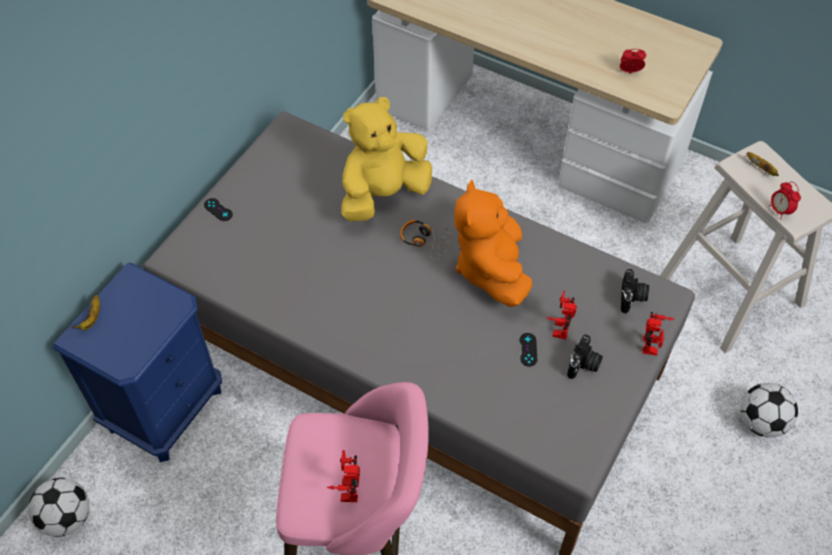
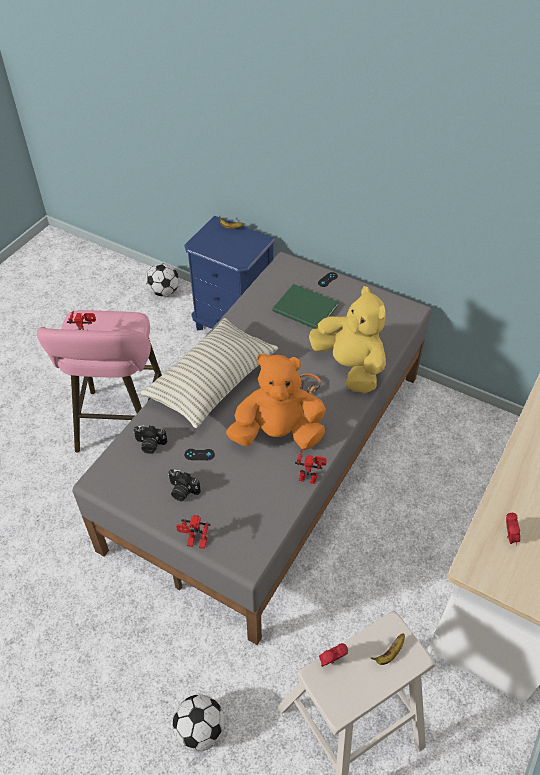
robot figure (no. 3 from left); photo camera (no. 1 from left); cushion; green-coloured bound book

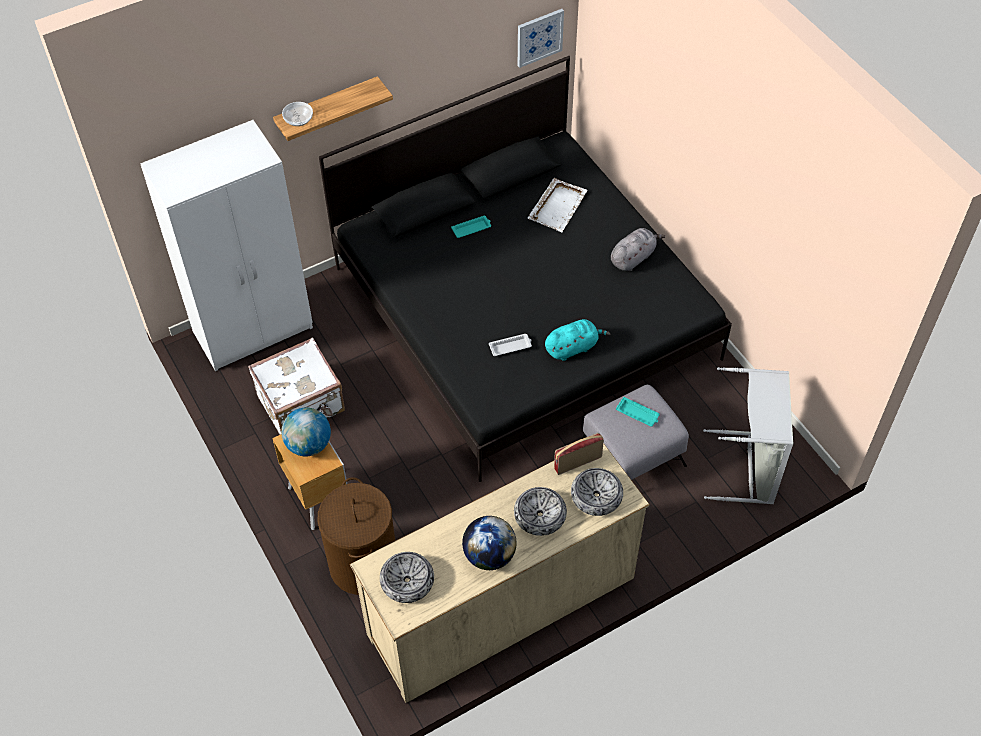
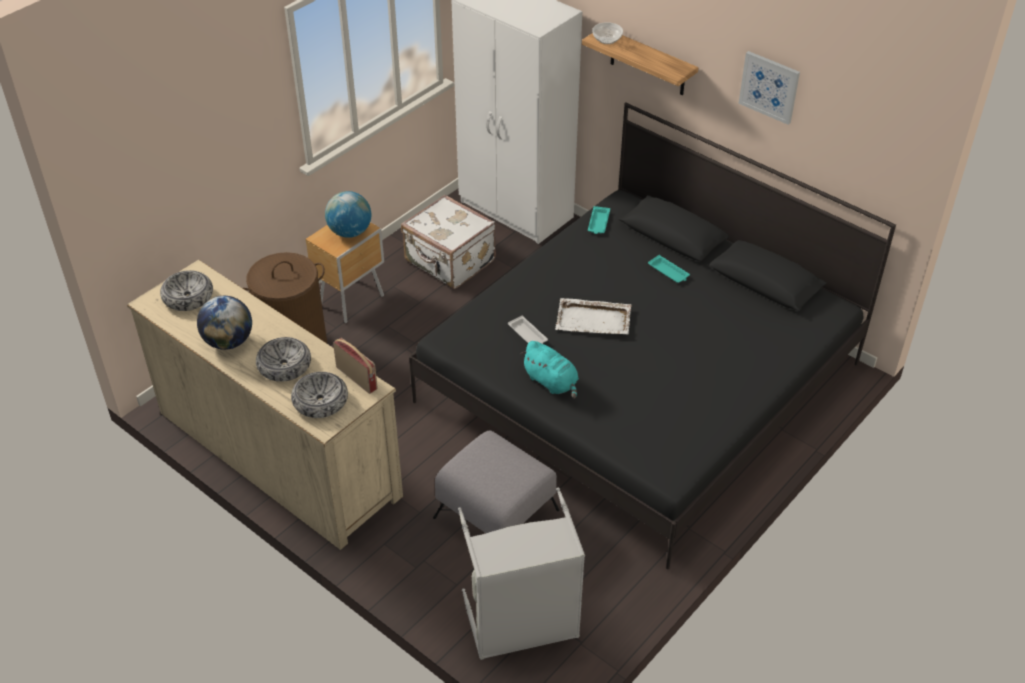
picture; whitish tray (no. 2 from left); gray soft toy; turquoise tray (no. 1 from left)

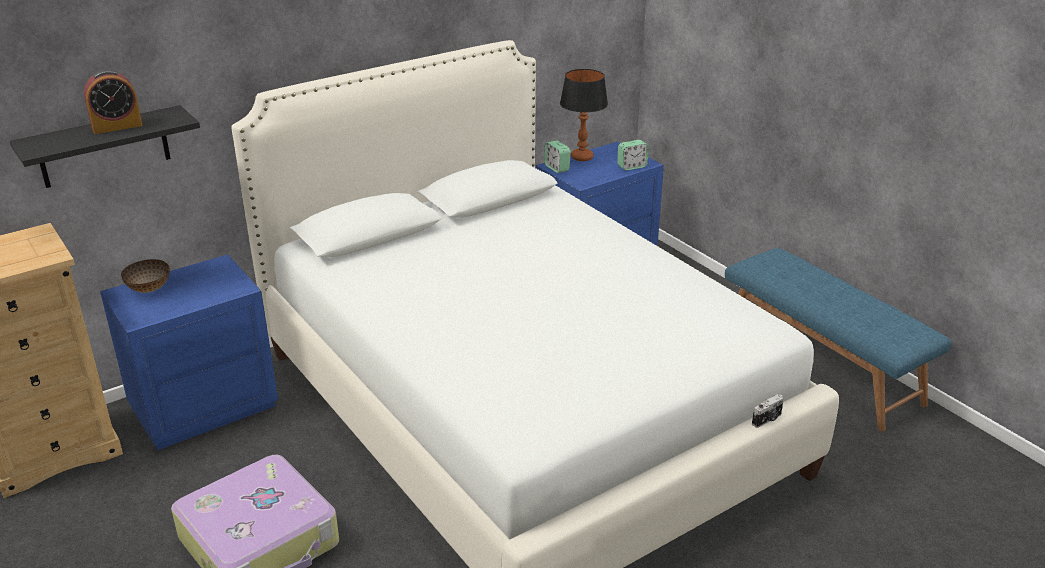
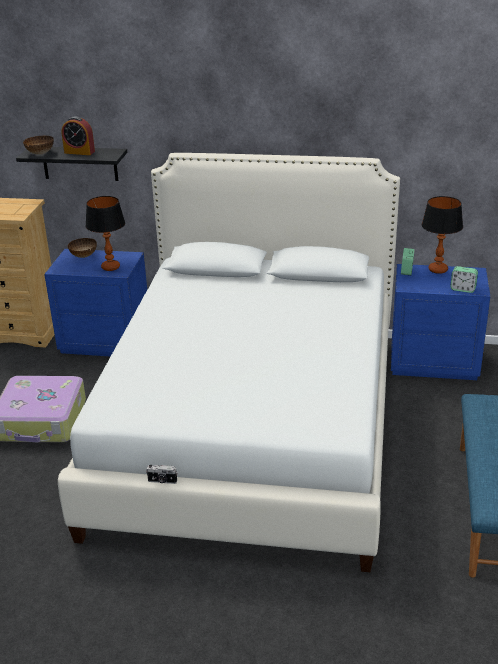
photo camera; deep dish (no. 1 from left); table lamp (no. 1 from left)

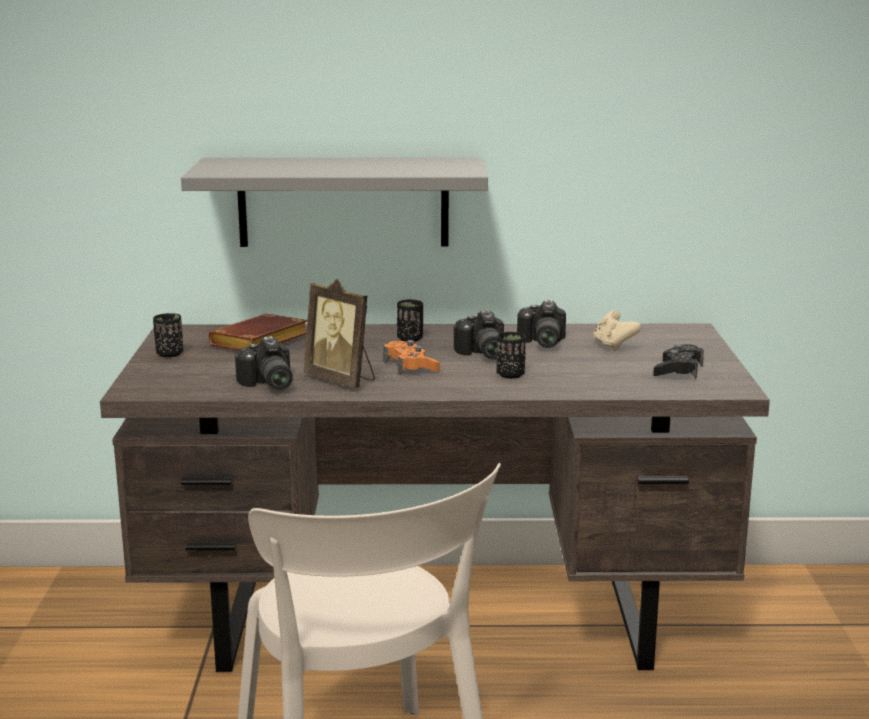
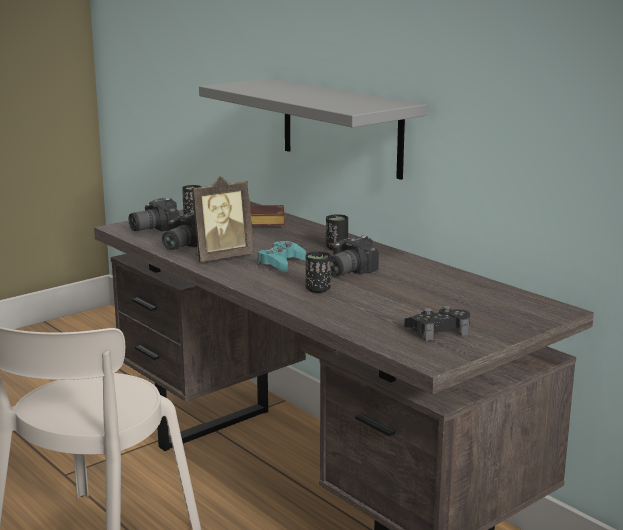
standing frame; turquoise gamepad; photo camera (no. 1 from left); beige-coloured gamepad

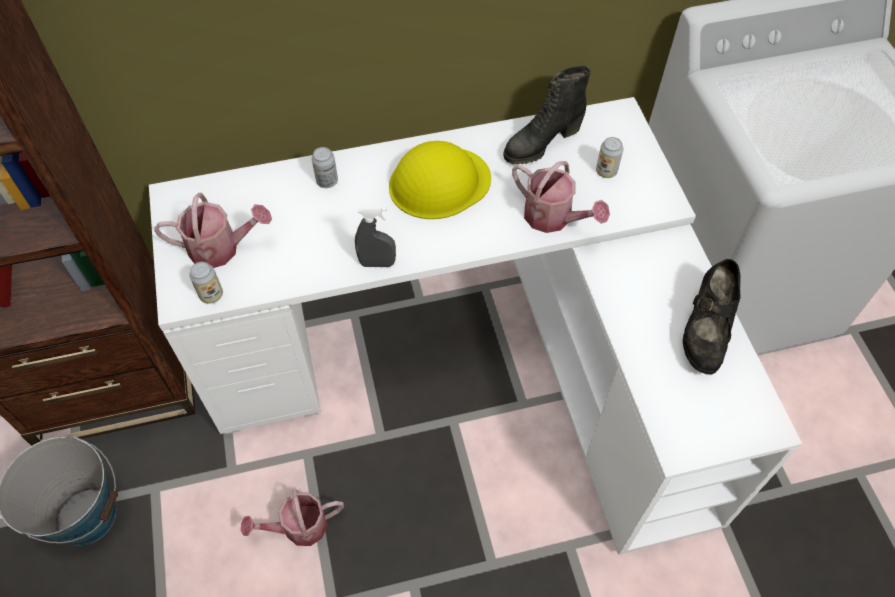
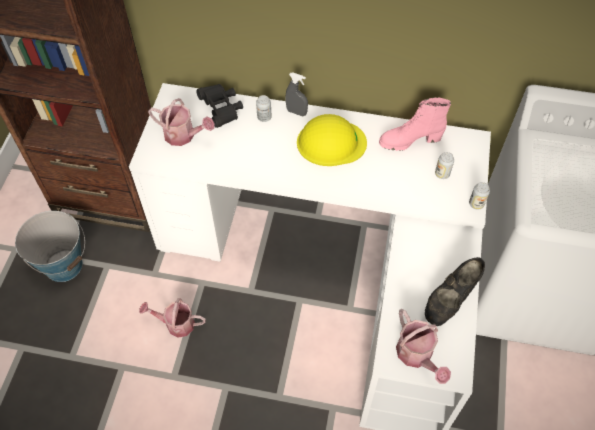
sealed can (no. 3 from left); gray hand sprayer; pink-coloured high-top boot; watering can (no. 3 from left); black-coloured binoculars

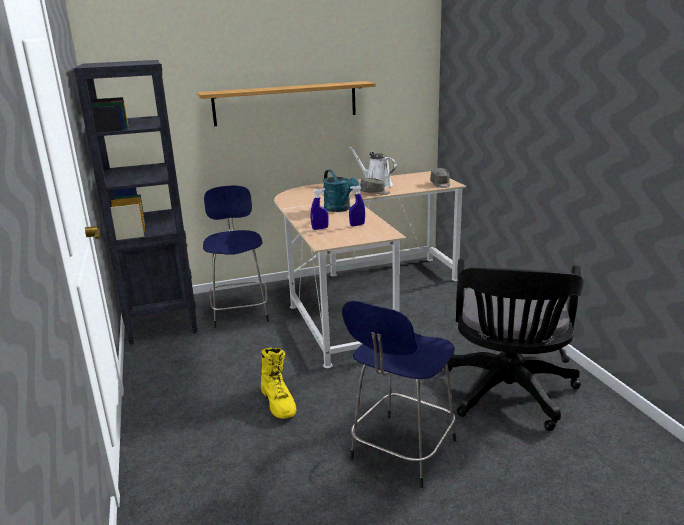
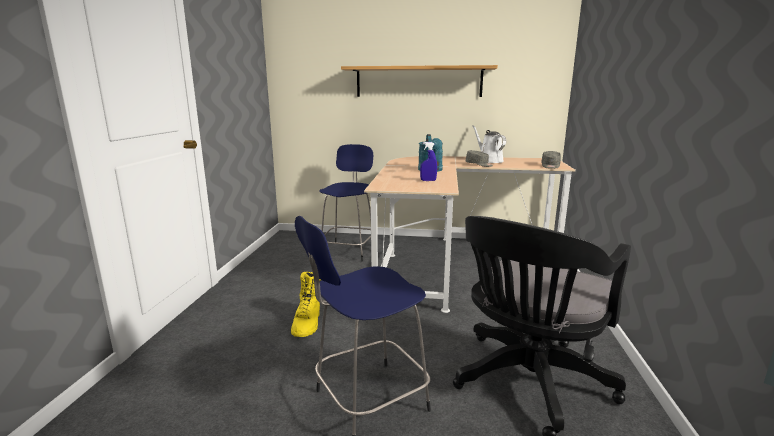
black-coloured shelving unit; blue-coloured hand sprayer (no. 1 from left in the first image)

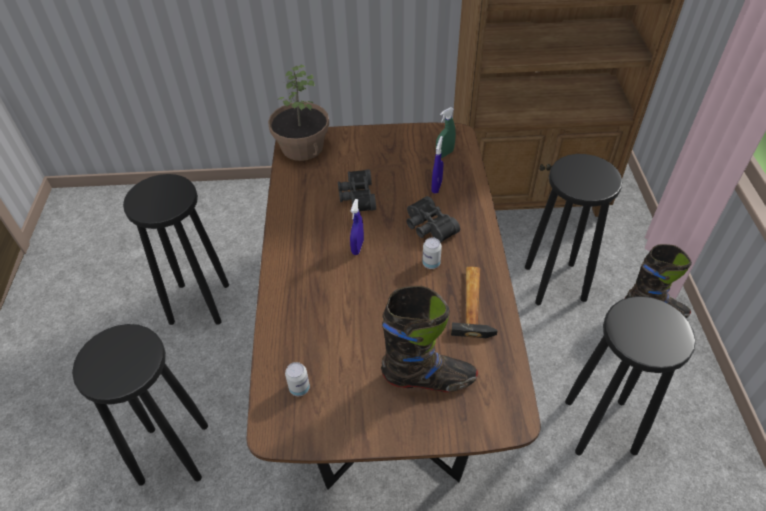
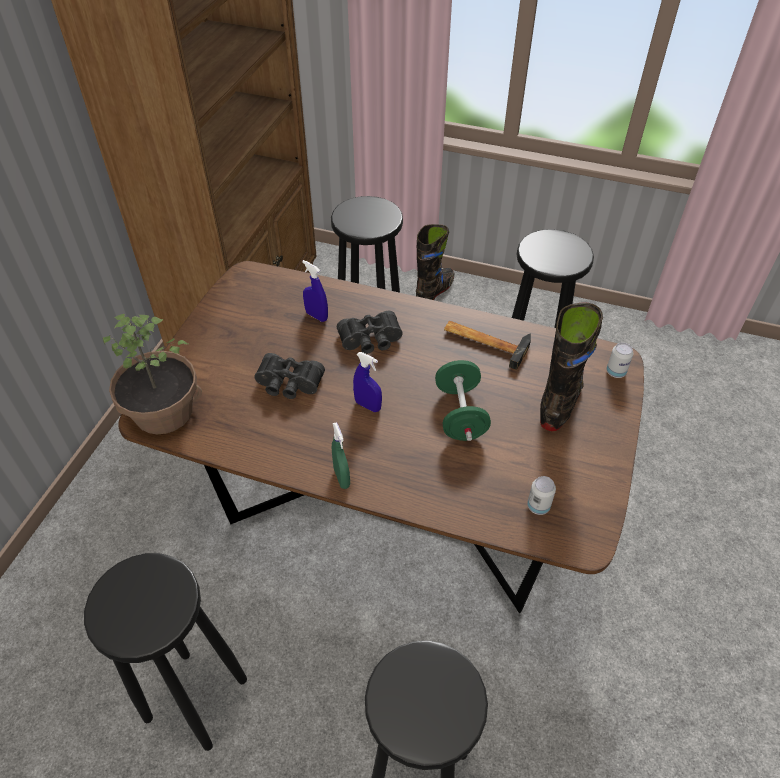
sealed can (no. 2 from left); green-coloured hand sprayer; green-coloured hand weight

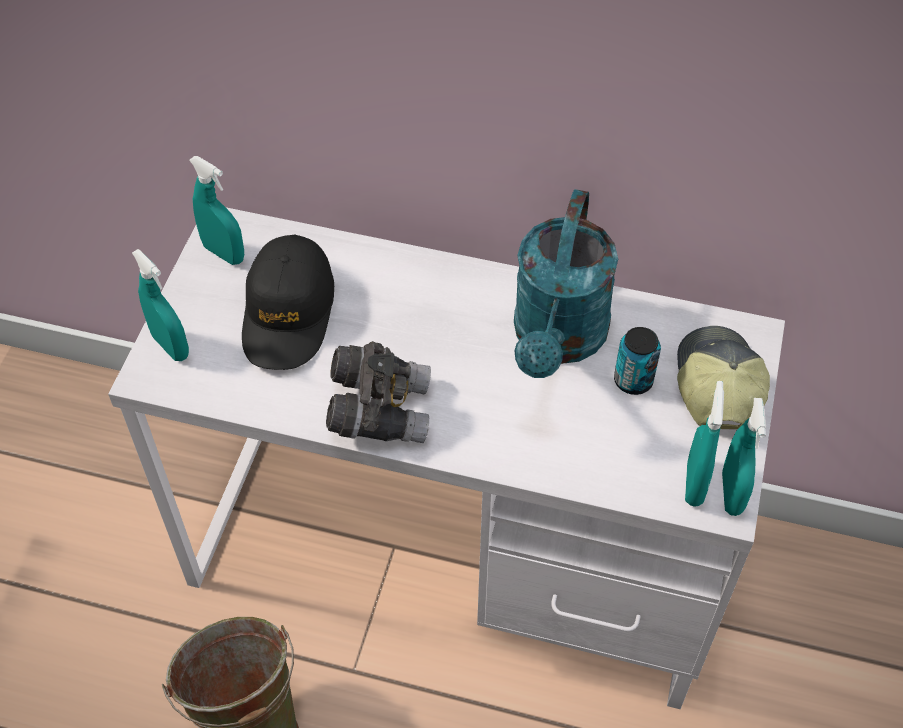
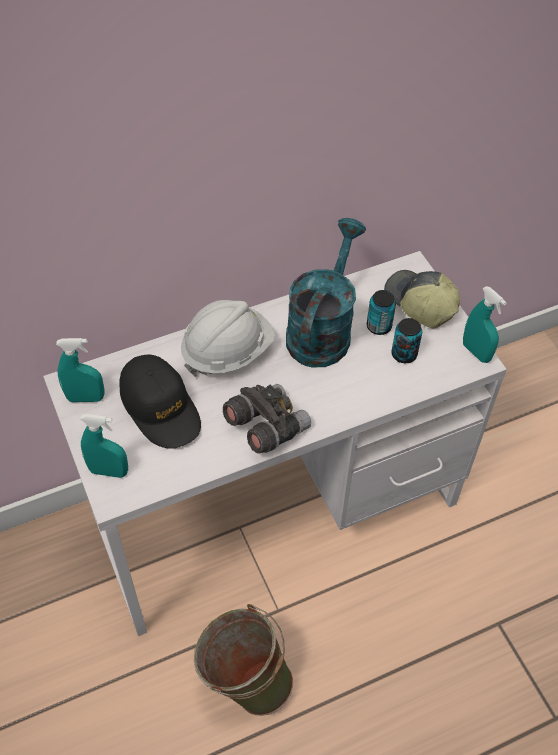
turquoise watering can; turquoise hand sprayer (no. 3 from left in the first image); whitish hard hat; sealed can (no. 2 from left)

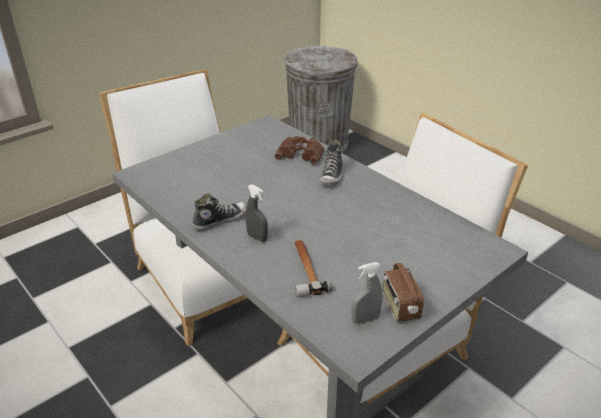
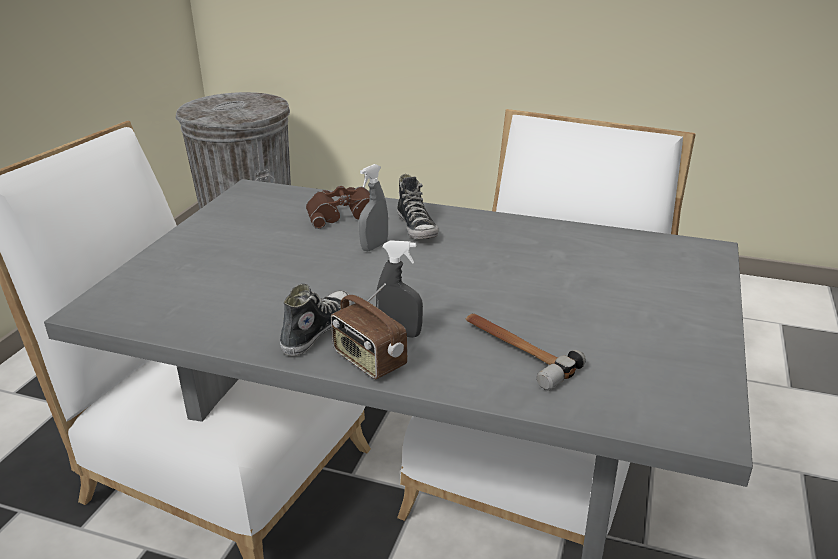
gray hand sprayer (no. 1 from left); radio

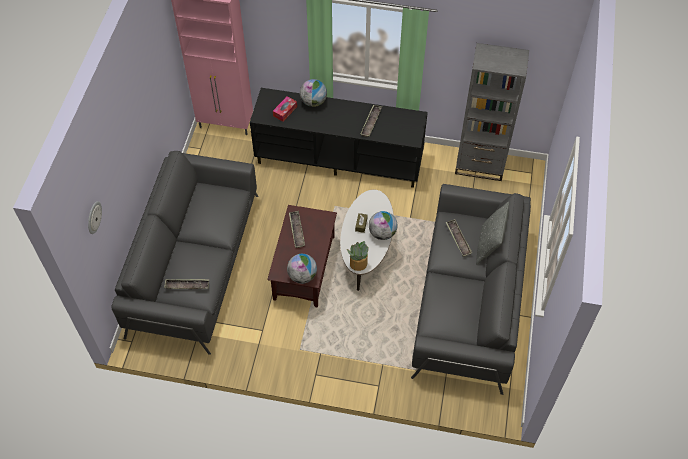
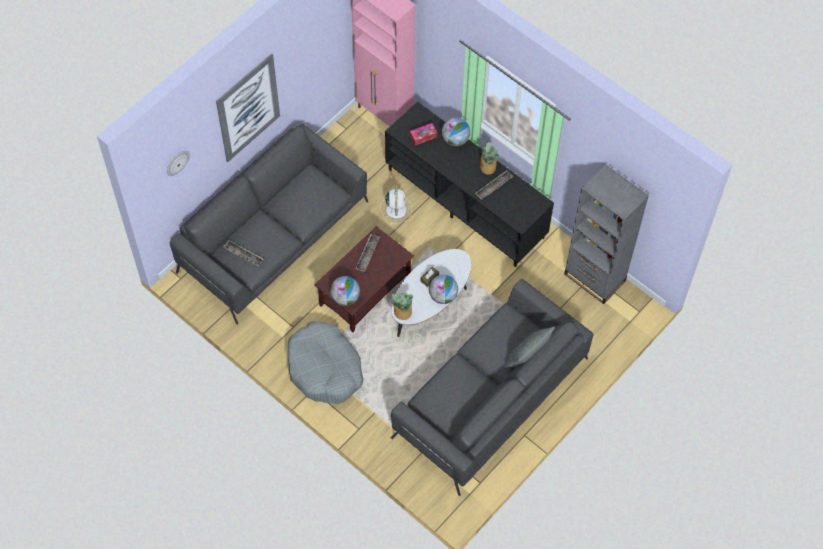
tray (no. 4 from left in the first image); picture; gray dog cushion; whitish fan; plant in a pot (no. 2 from left)

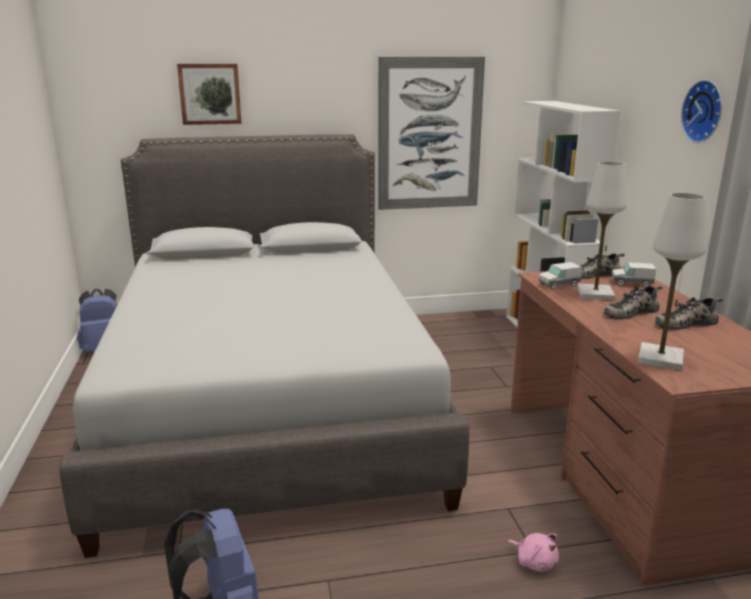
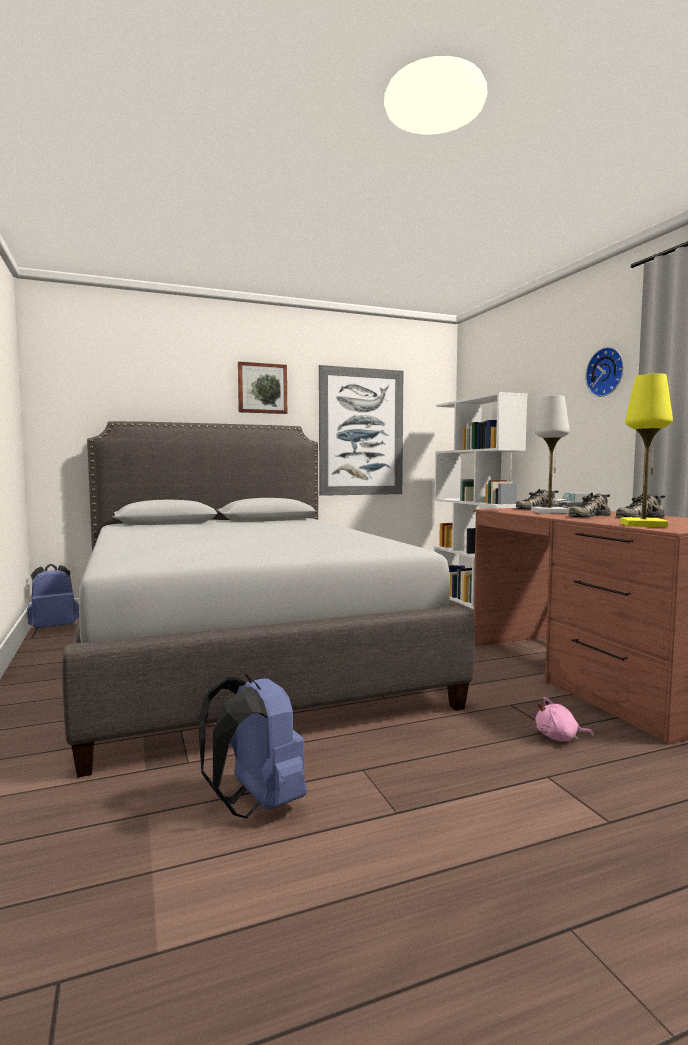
picture (no. 1 from left); pink-coloured soft toy; toy truck (no. 1 from left in the first image); yellowish table lamp

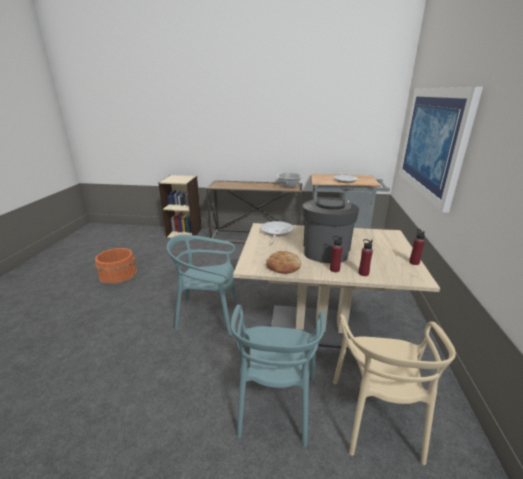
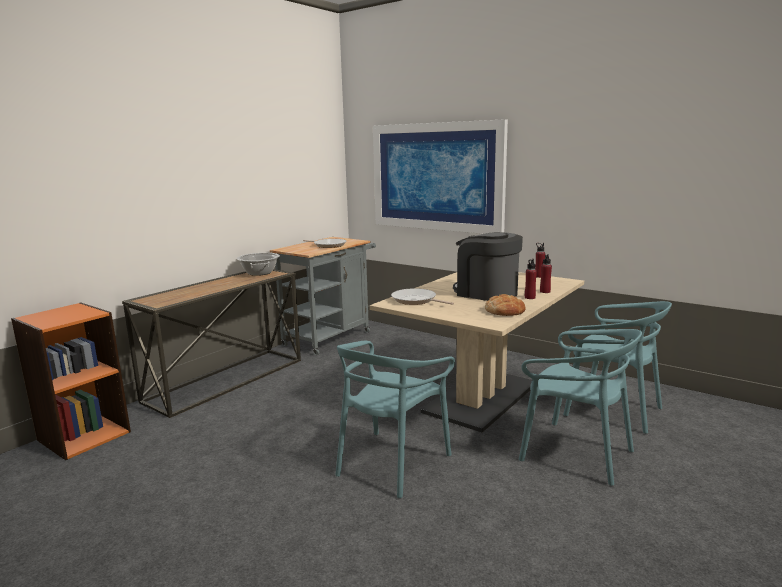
orangey water bucket; orangey shelving unit; turquoise upright chair (no. 3 from left)

